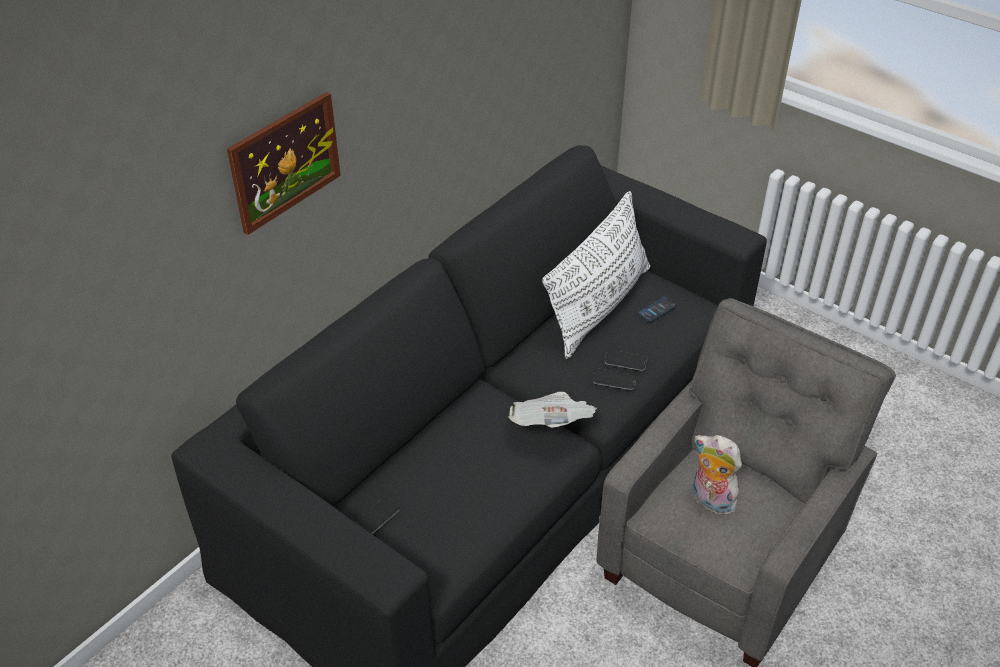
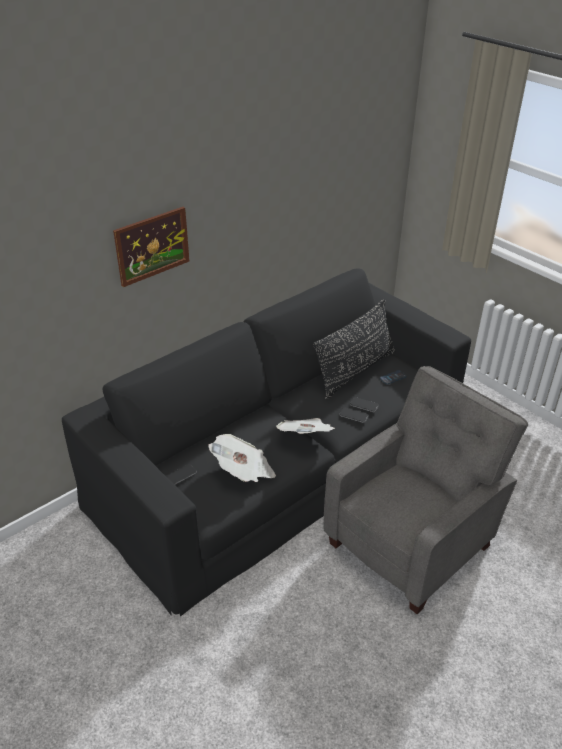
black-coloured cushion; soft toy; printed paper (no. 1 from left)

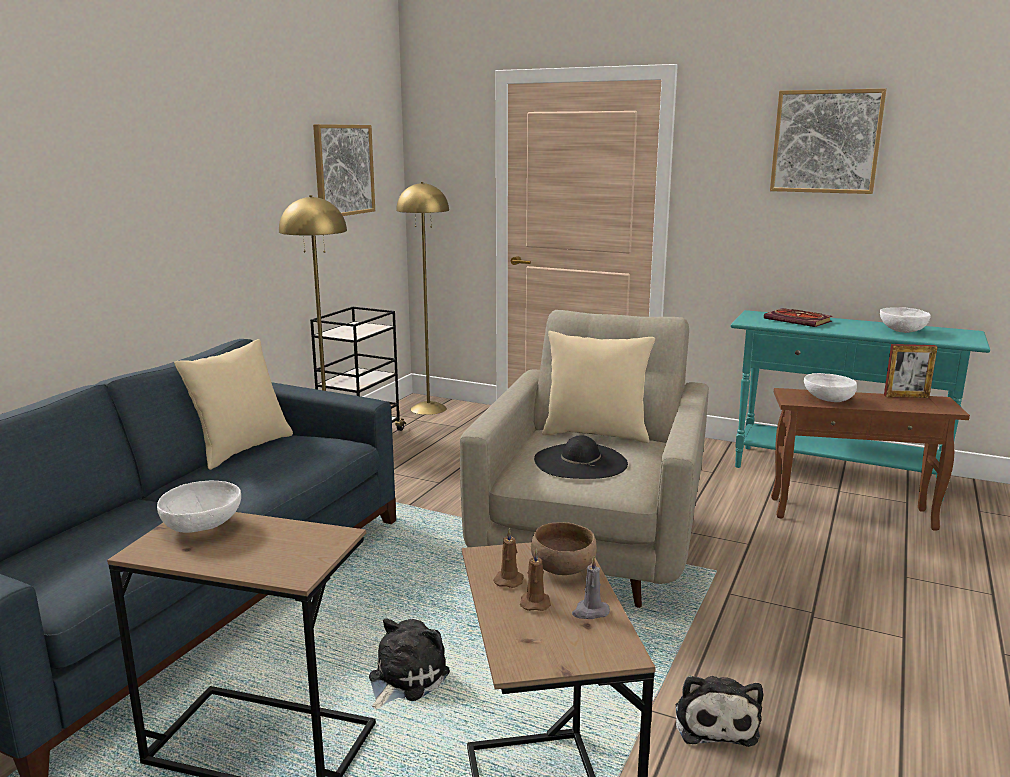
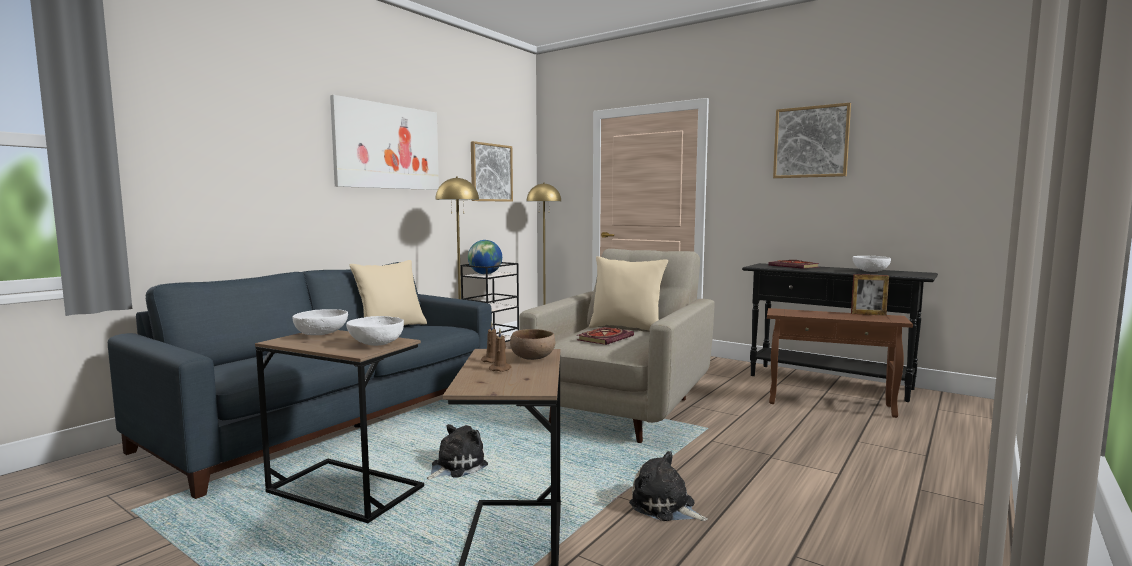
bound book (no. 1 from left); gray candle; soft toy (no. 2 from left); black-coloured narrow table; whitish deep dish (no. 2 from left); picture (no. 1 from left); globe

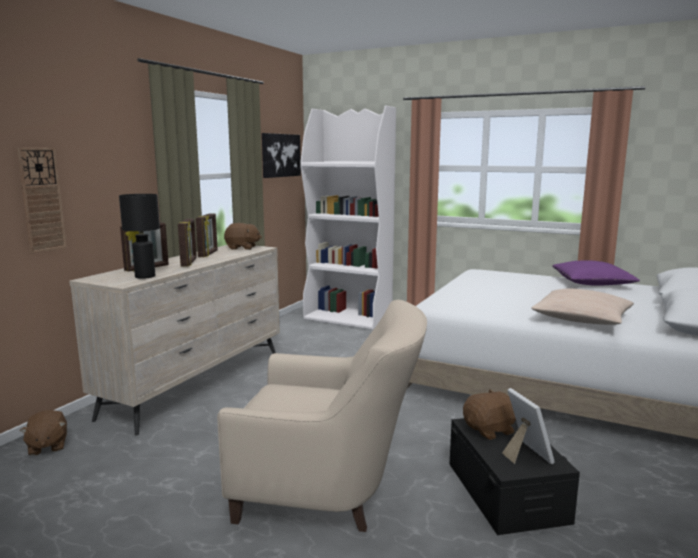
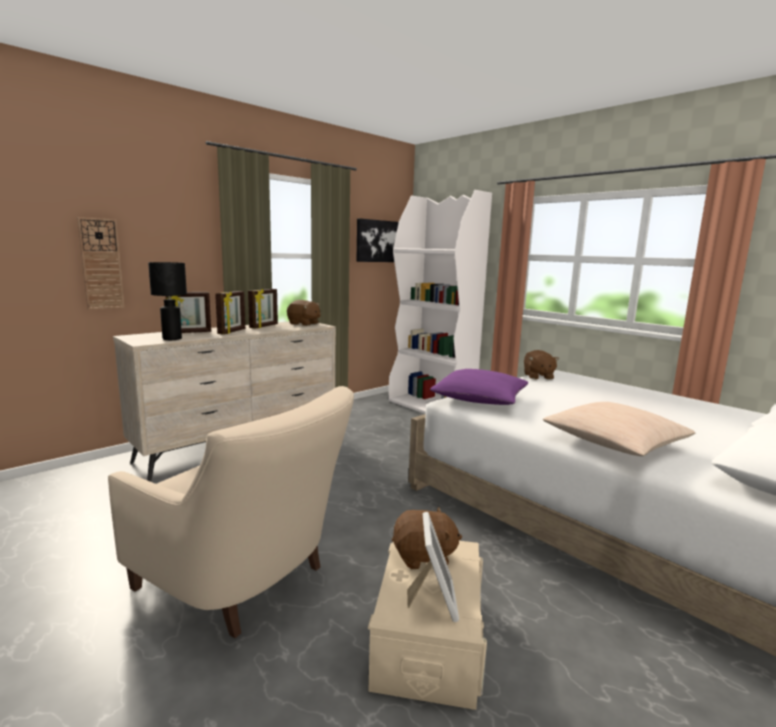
brownish soft toy (no. 3 from left); beige-coloured storage container; purplish cushion

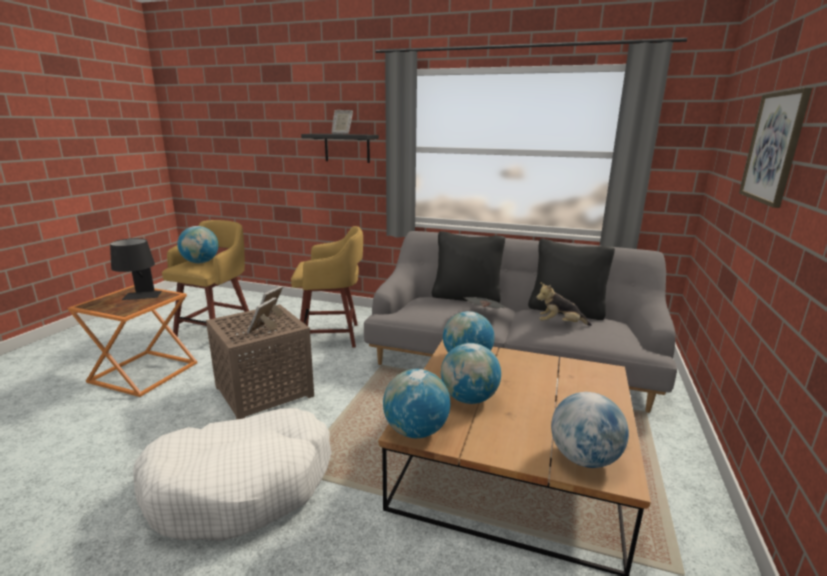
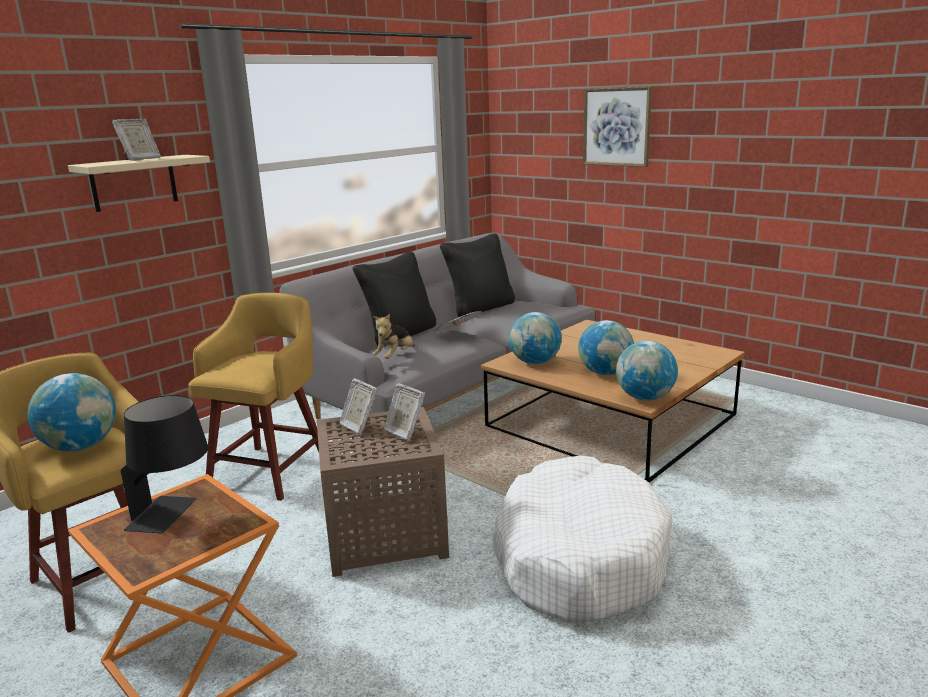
beige-coloured shelf; soft toy; globe (no. 5 from left in the first image)

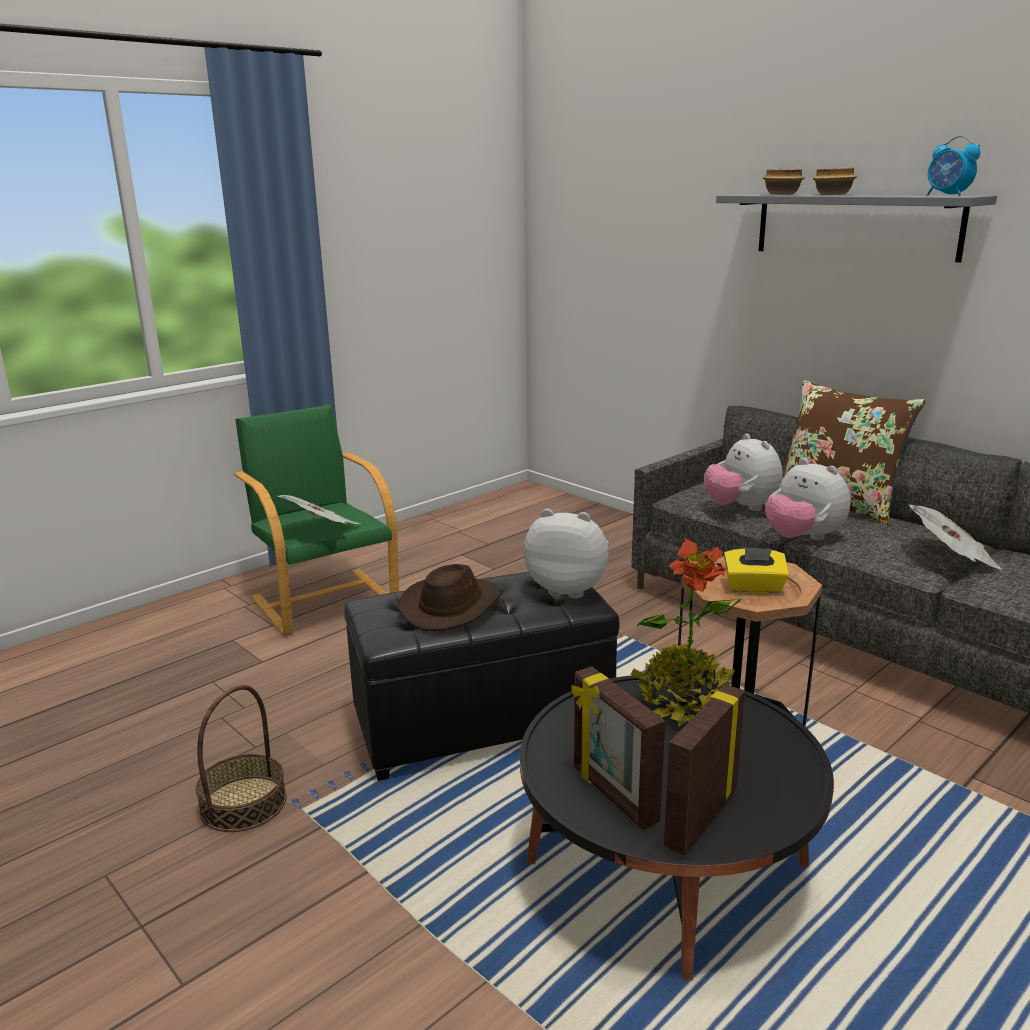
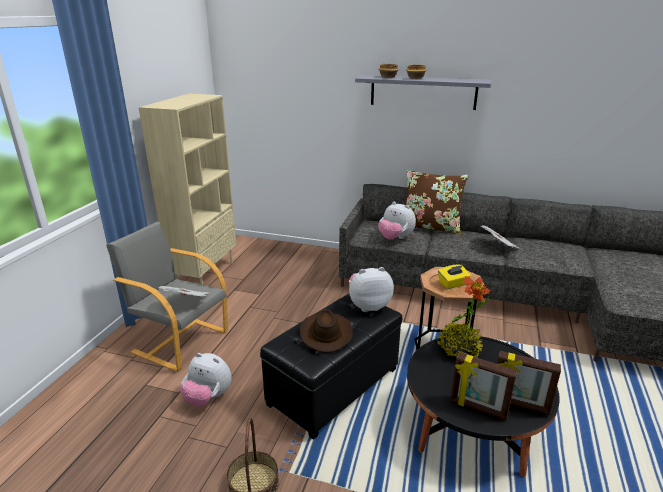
gray easy chair; standing frame (no. 2 from left); soft toy (no. 1 from left); table clock; beige-coloured shelving unit

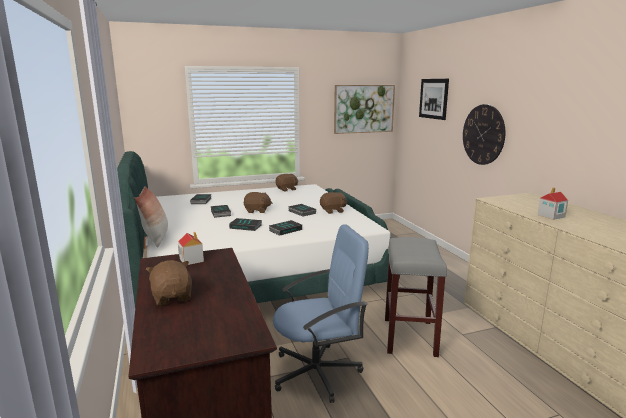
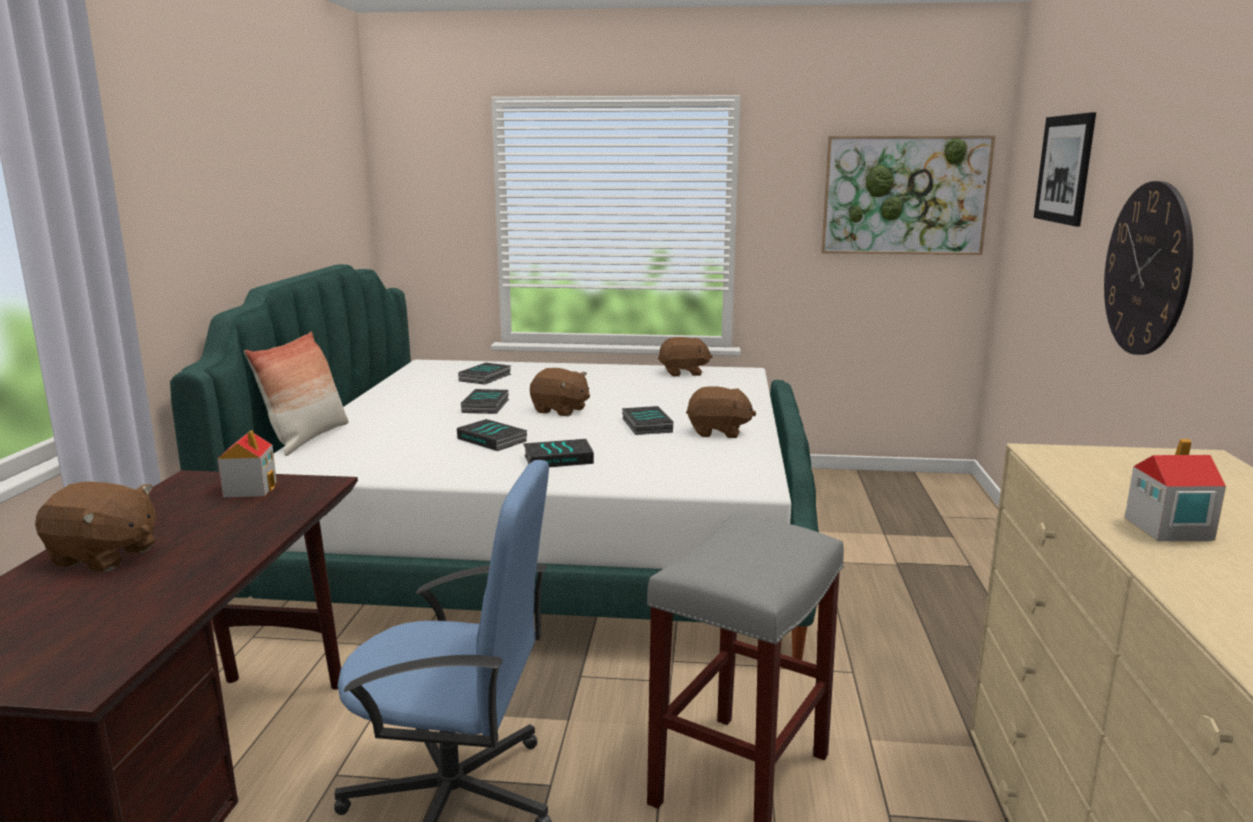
brownish soft toy (no. 1 from left)

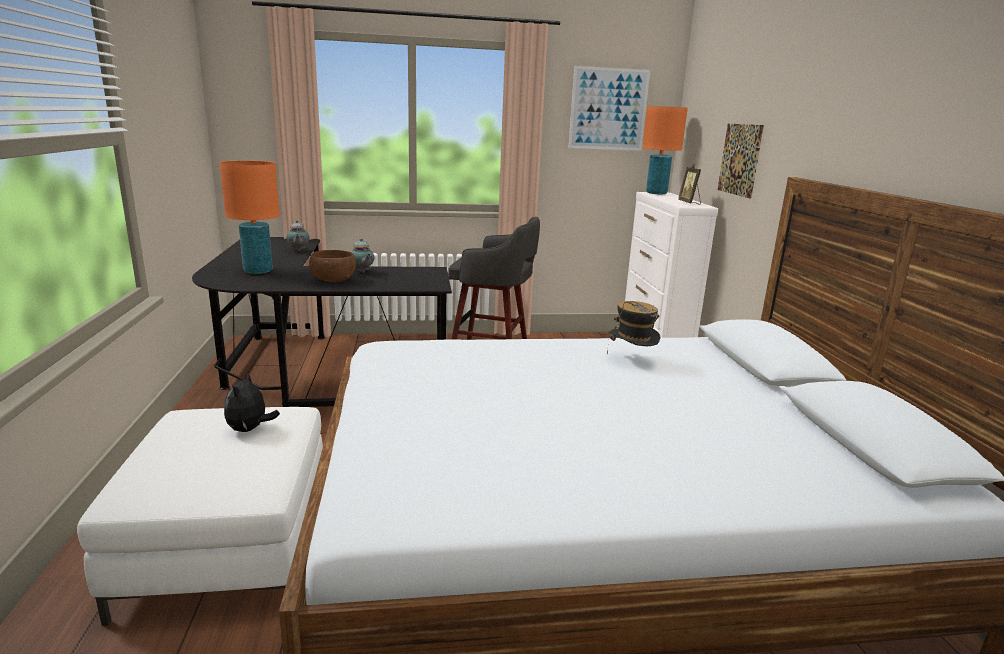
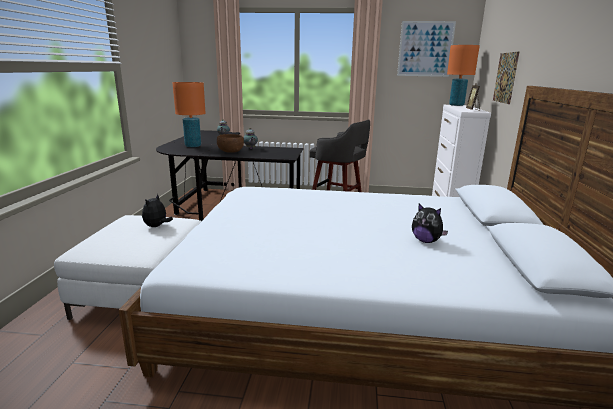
hat; soft toy (no. 2 from left)

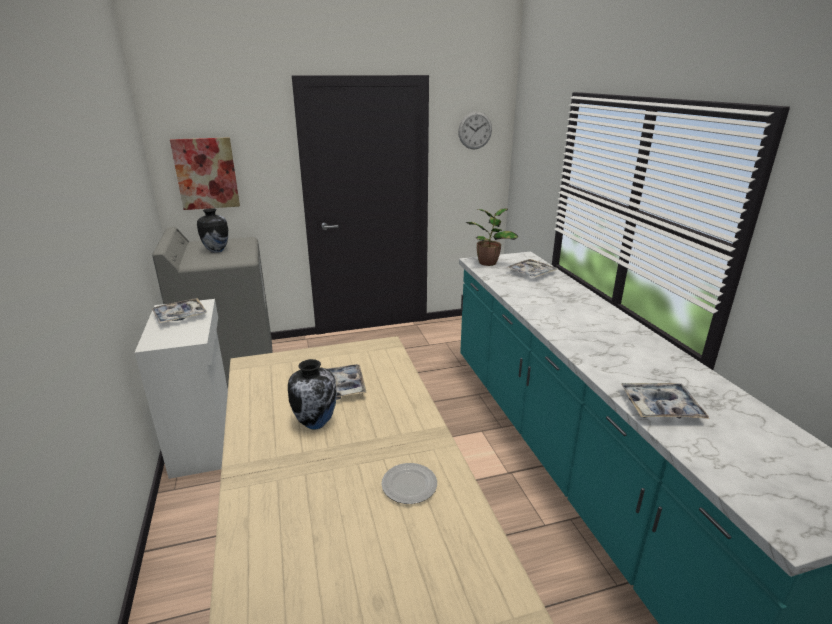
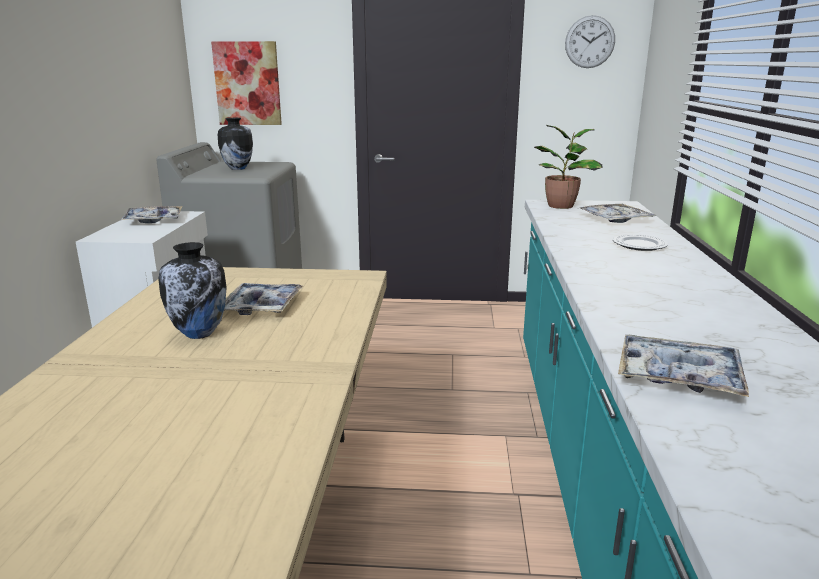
plate

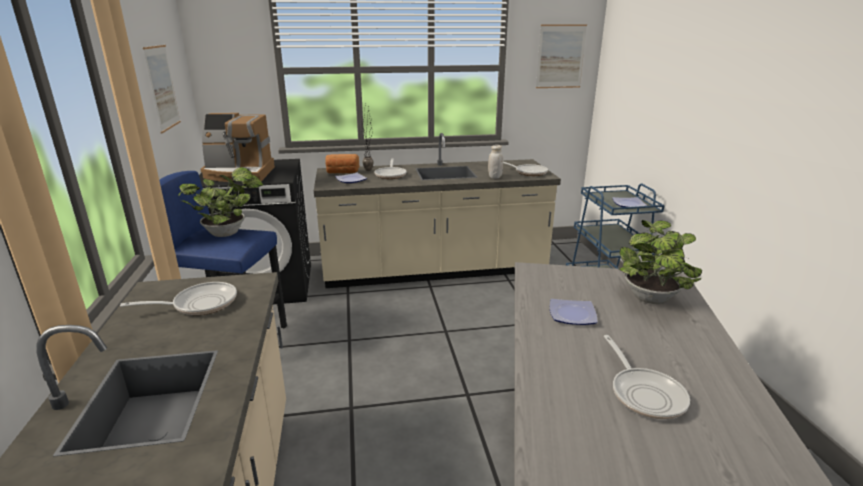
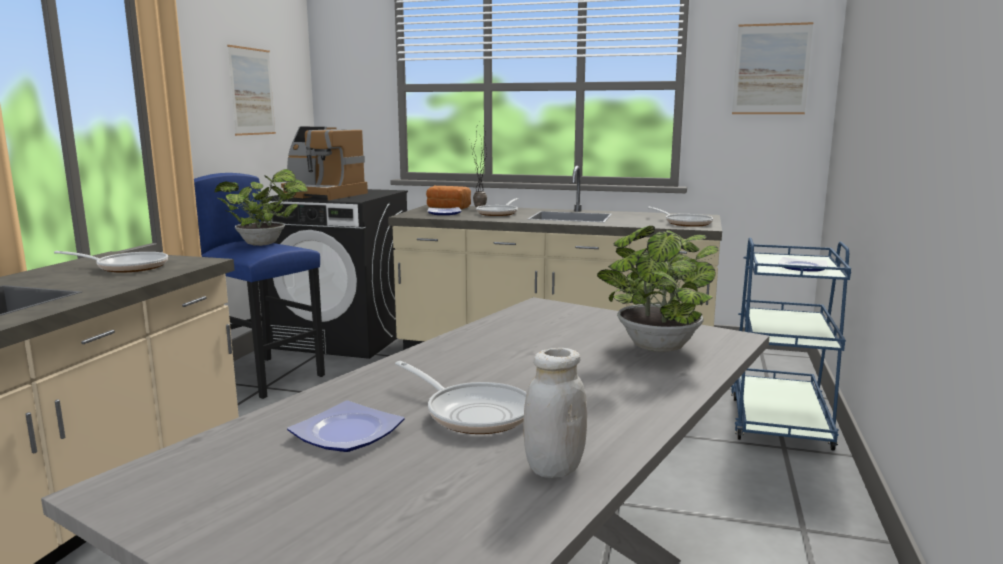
whitish storage jar; plate (no. 1 from left); skillet (no. 2 from left)

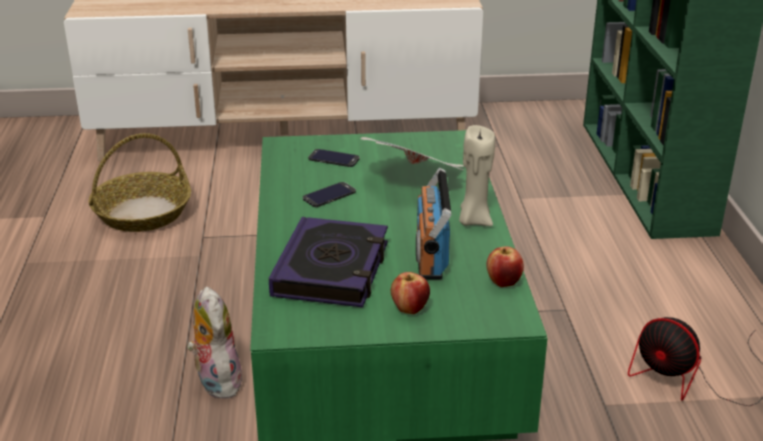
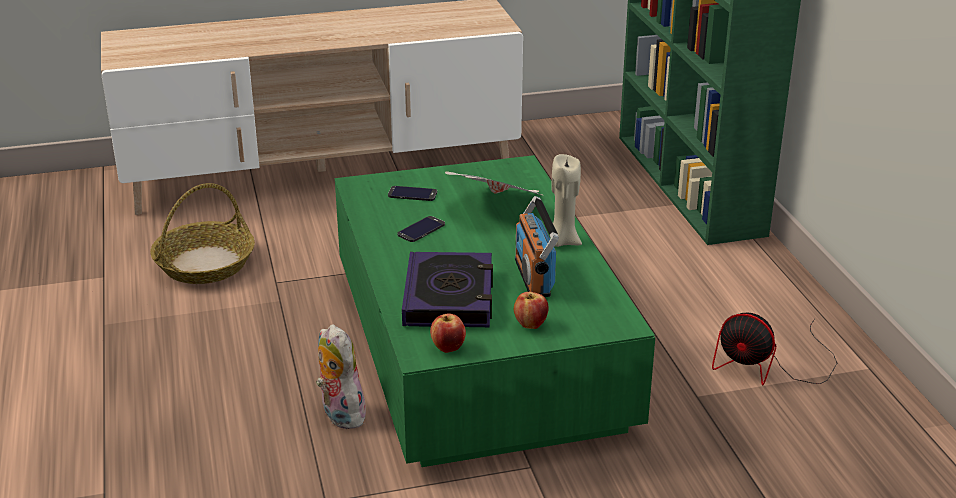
apple fruit (no. 1 from left)

